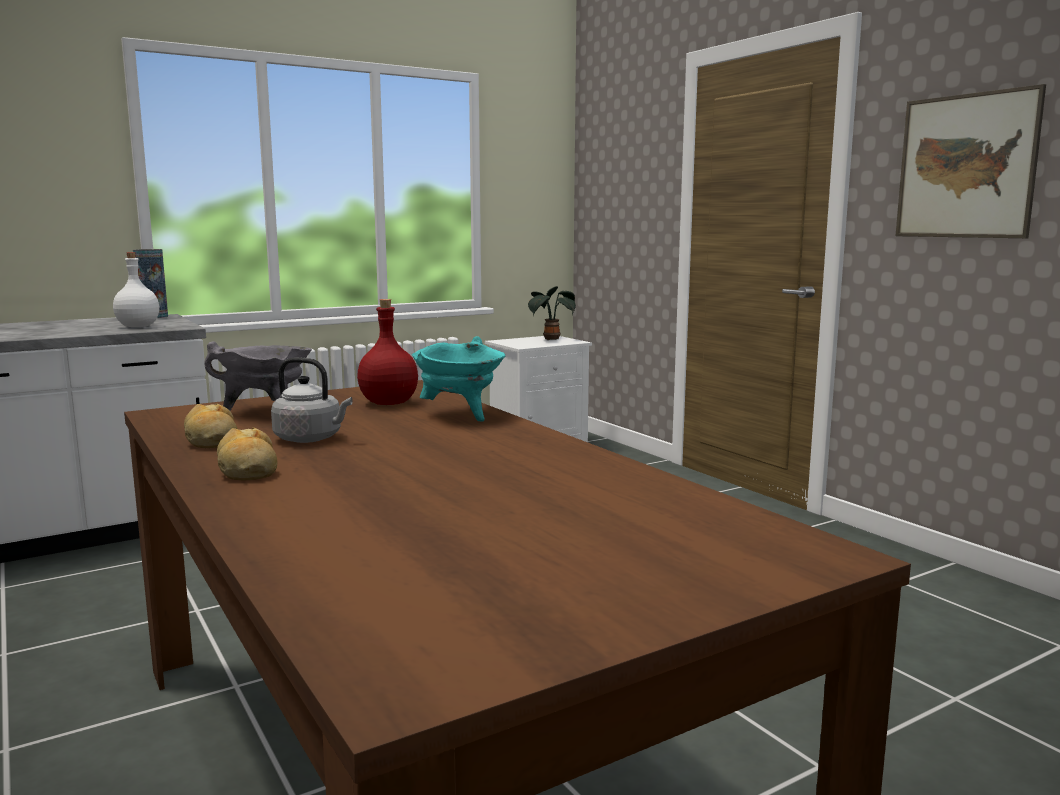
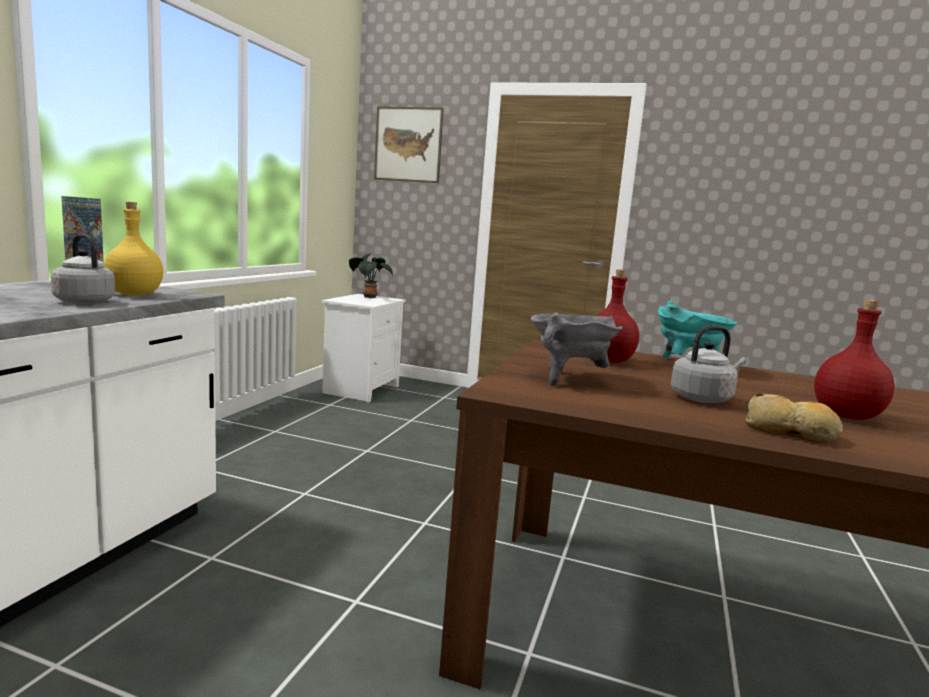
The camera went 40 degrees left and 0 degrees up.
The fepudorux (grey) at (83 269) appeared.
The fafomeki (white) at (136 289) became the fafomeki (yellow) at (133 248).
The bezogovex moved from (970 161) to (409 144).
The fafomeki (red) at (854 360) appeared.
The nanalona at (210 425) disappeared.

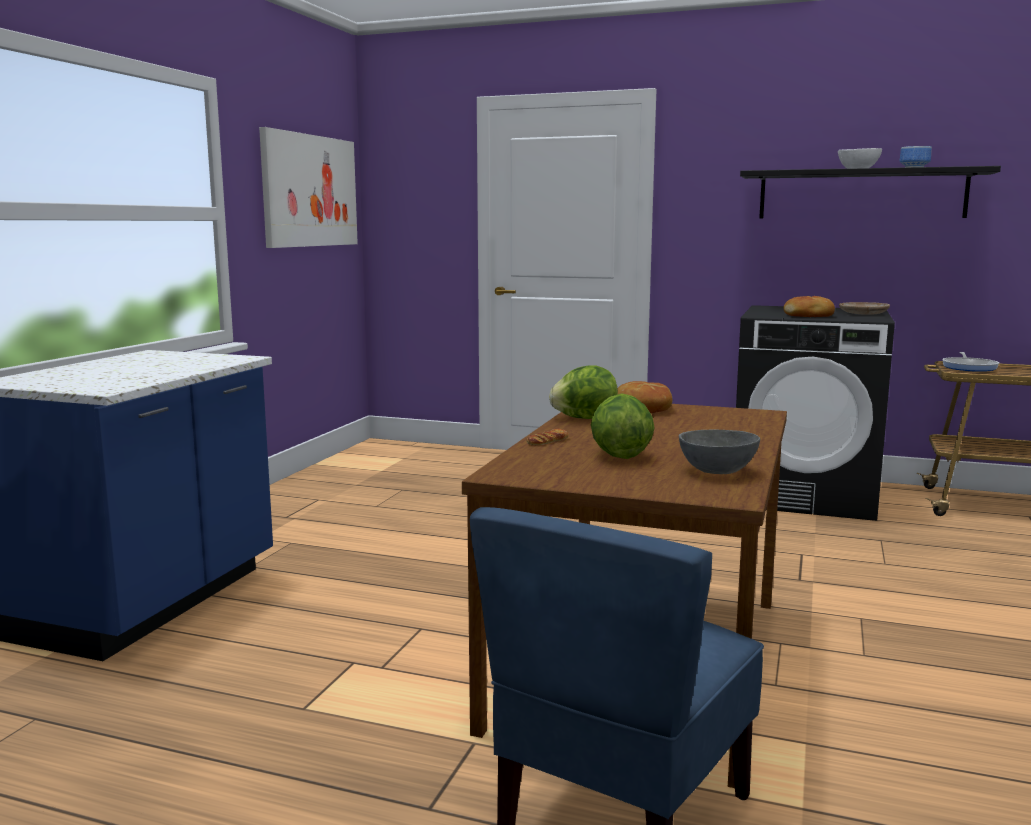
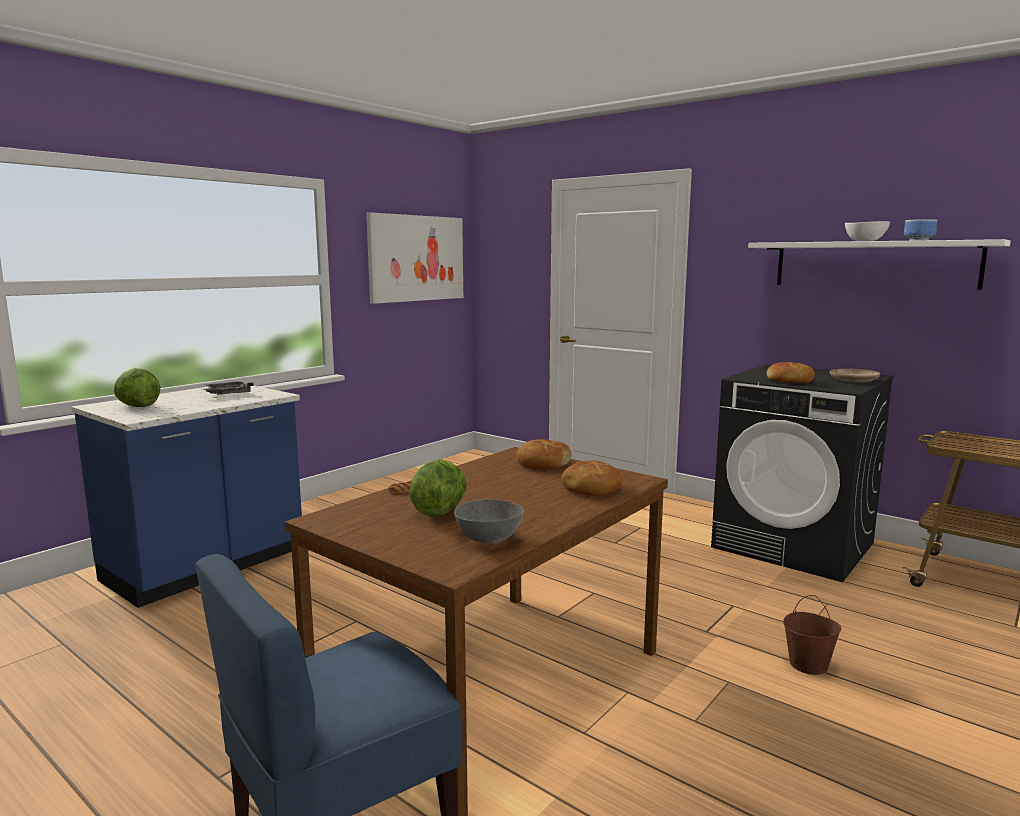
The camera went 20 degrees right and 0 degrees up.
The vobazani moved from (583 392) to (136 387).
The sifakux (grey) at (227 388) appeared.
The nanalona at (592 478) appeared.
The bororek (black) at (870 192) became the bororek (white) at (879 264).
The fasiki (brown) at (812 635) appeared.
The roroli at (970 362) disappeared.

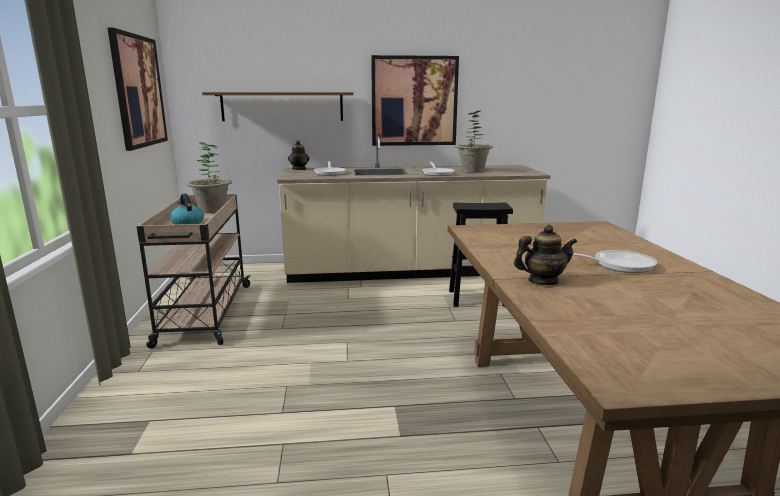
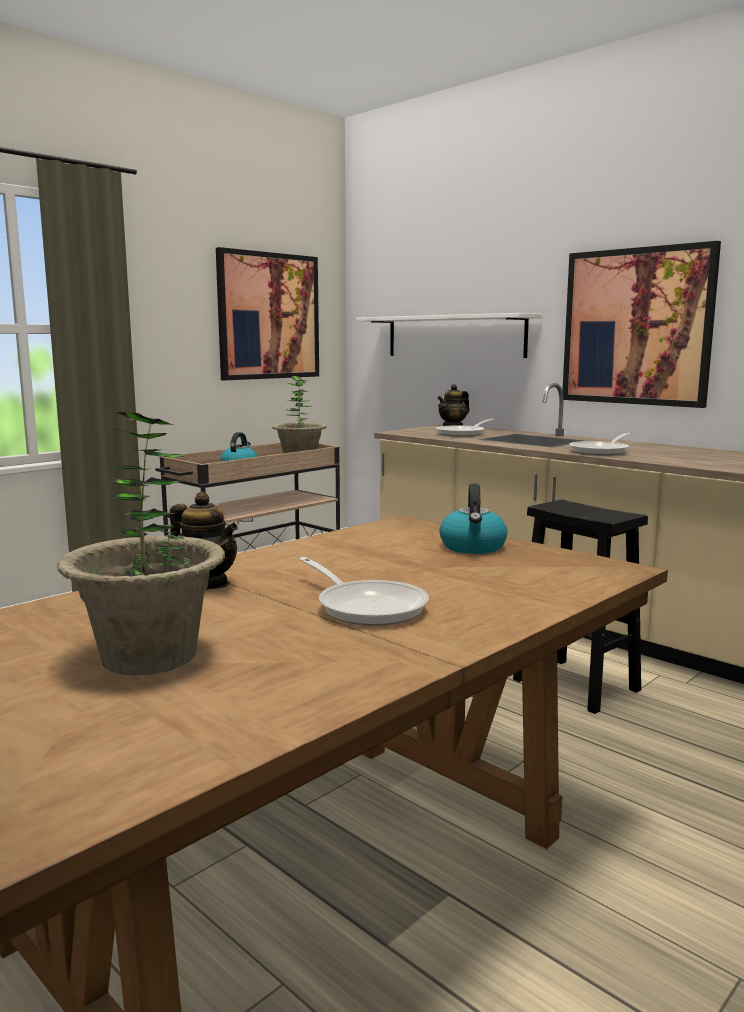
The camera went 50 degrees right and 5 degrees down.
The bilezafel moved from (474 142) to (141 543).
The bororek (brown) at (278 106) became the bororek (white) at (449 335).
The fepudorux at (473 519) appeared.

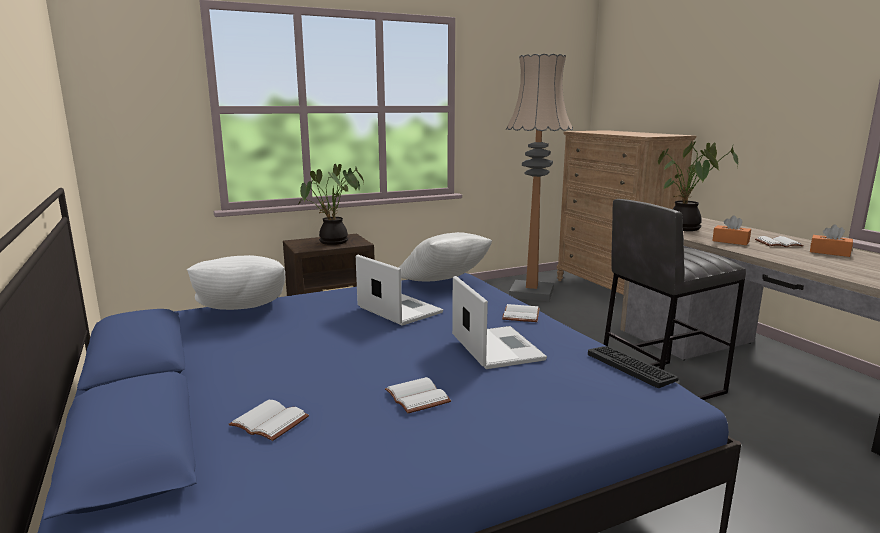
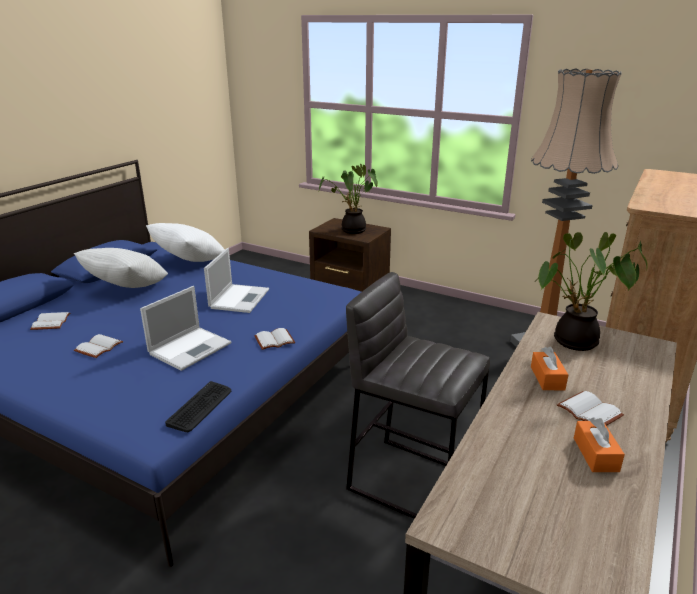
The camera went 55 degrees right and 10 degrees up.
The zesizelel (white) moved from (445 256) to (121 268).

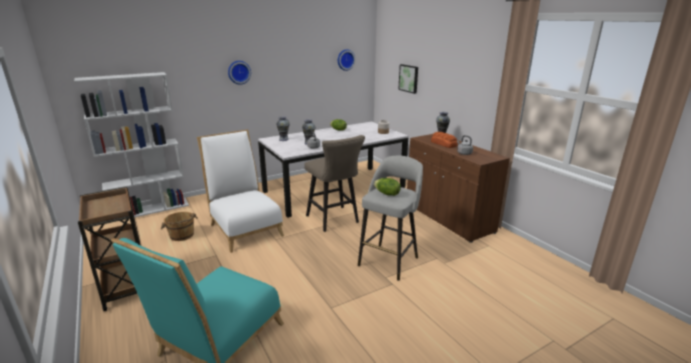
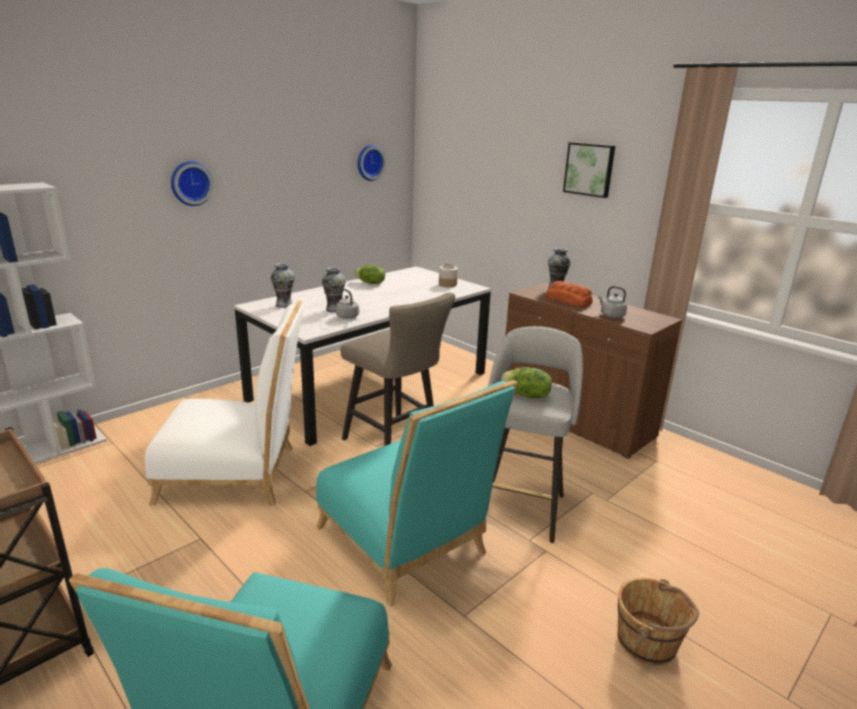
The camera went 15 degrees left and 0 degrees up.
The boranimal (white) at (240 191) turned 135 degrees clockwise.
The boranimal (turquoise) at (417 493) appeared.
The bezogovex moved from (408 79) to (589 170).
The fasiki (brown) moved from (179 226) to (658 621).

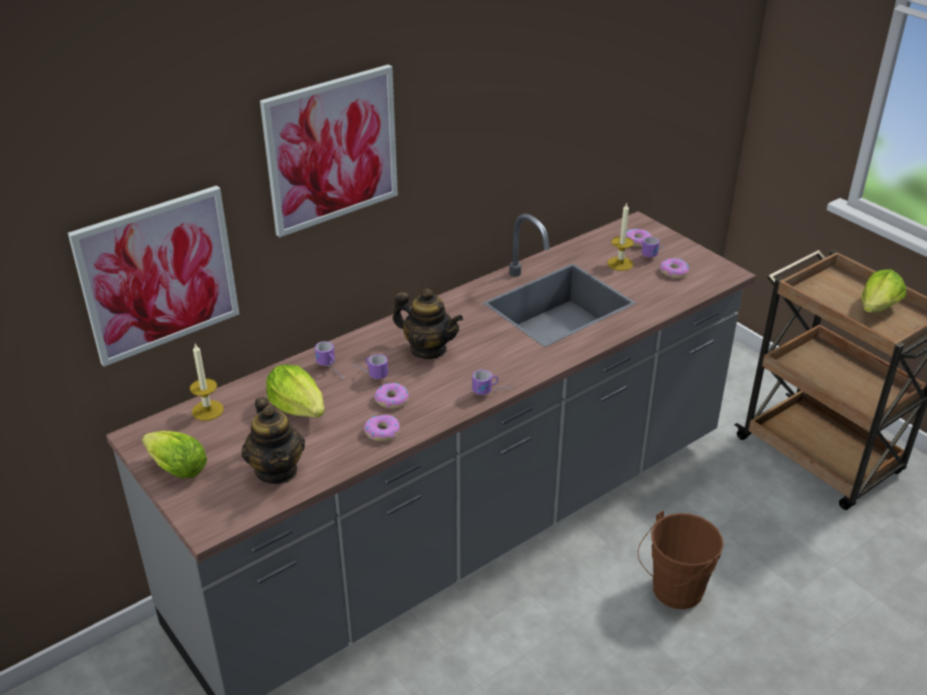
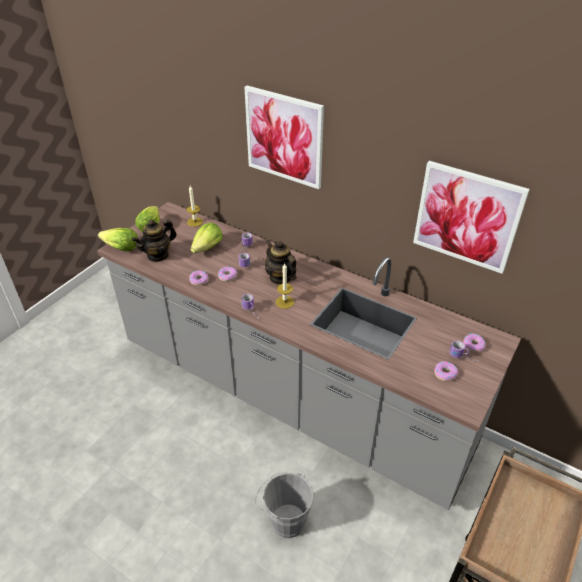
The camera went 70 degrees right and 5 degrees up.
The vobazani moved from (884 291) to (118 239).
The fasiki (brown) at (681 559) became the fasiki (grey) at (284 504).
The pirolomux at (428 324) turned 135 degrees clockwise.
The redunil moved from (620 236) to (285 286).
The bezogovex moved from (153 276) to (471 217).

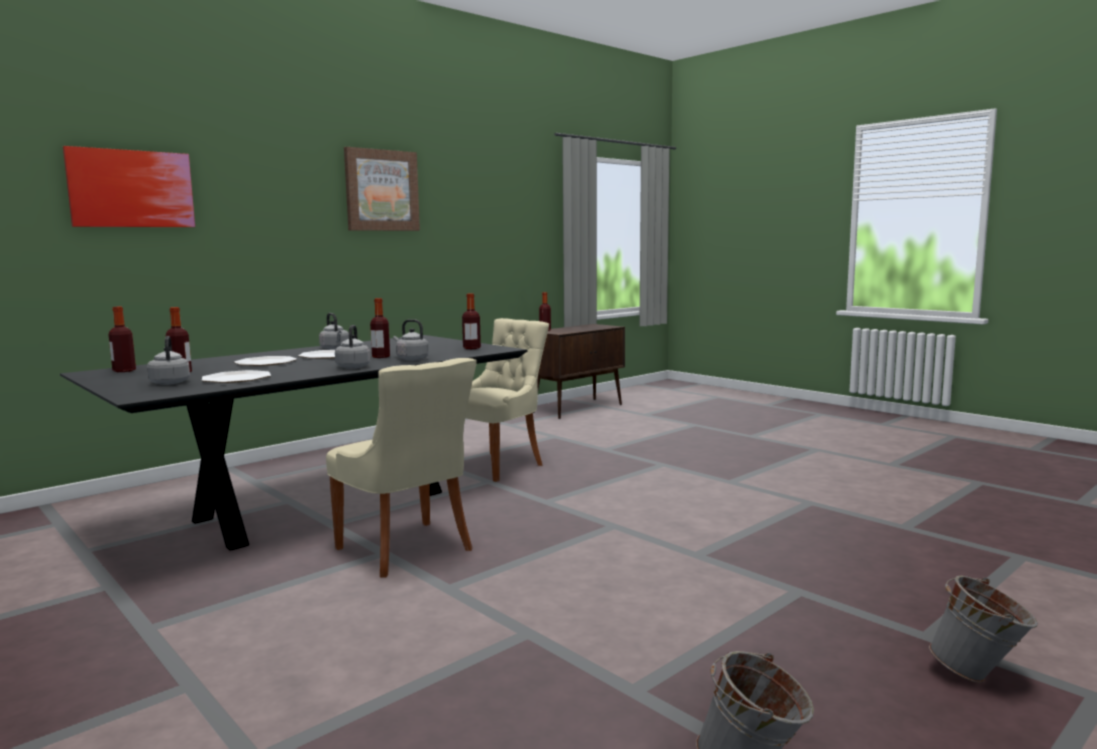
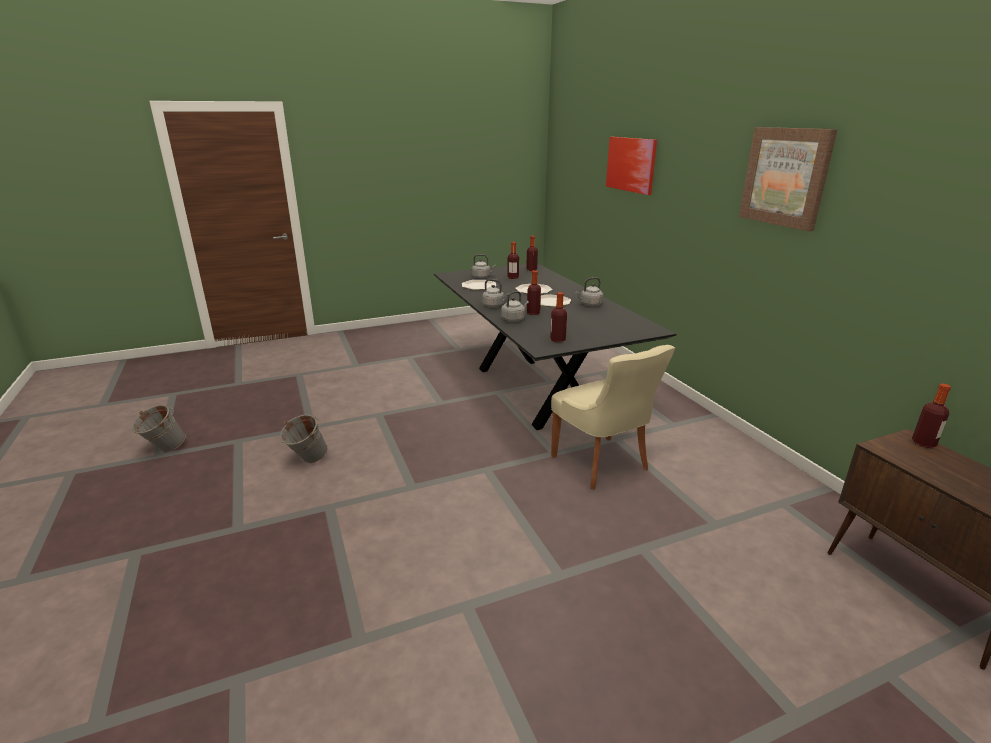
The camera went 110 degrees right and 15 degrees up.
The fasiki (grey) moved from (983 629) to (304 439).
The boranimal (beige) at (401 468) disappeared.

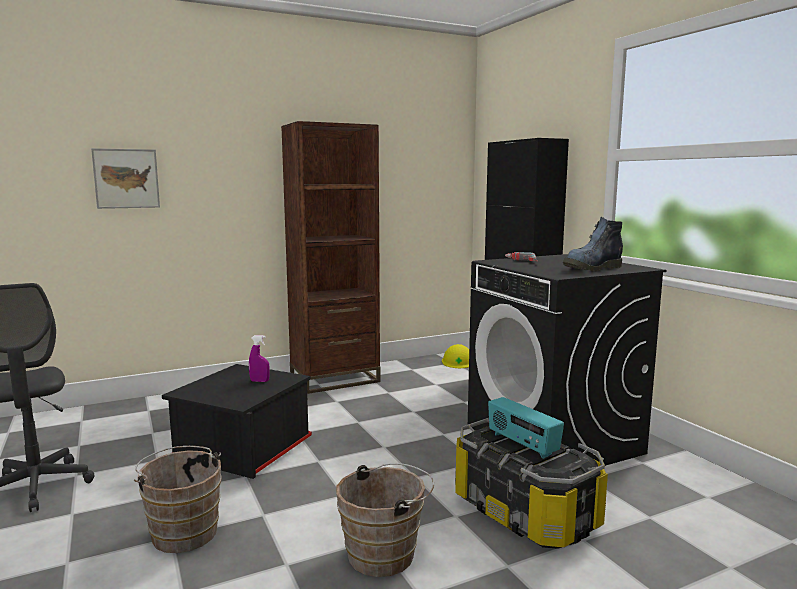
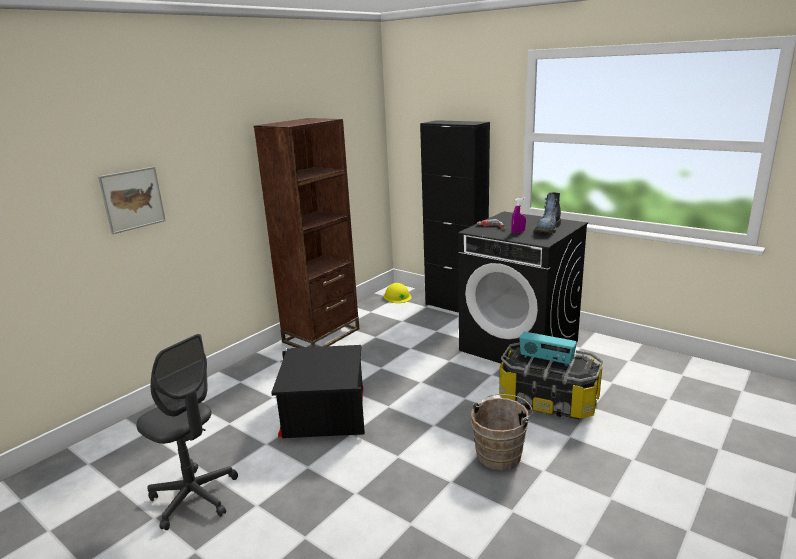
The camera went 25 degrees left and 10 degrees up.
The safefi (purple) moved from (259 358) to (518 215).
The fasiki (brown) at (177 499) disappeared.

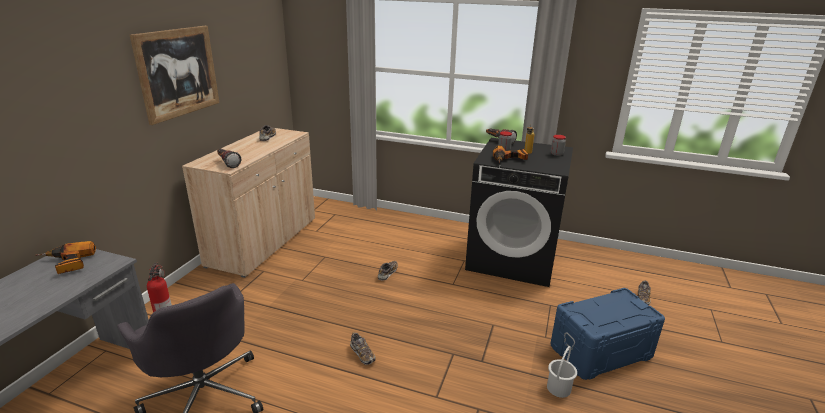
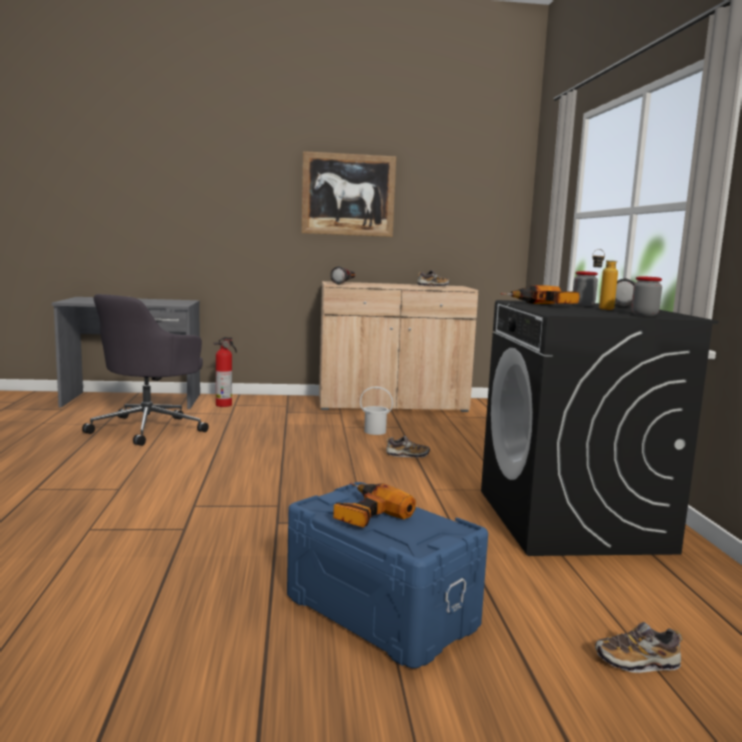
The camera went 65 degrees right and 15 degrees down.
The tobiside moved from (65 257) to (374 505).
The fasiki (white) moved from (562 372) to (376 410).
The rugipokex at (363 348) disappeared.

